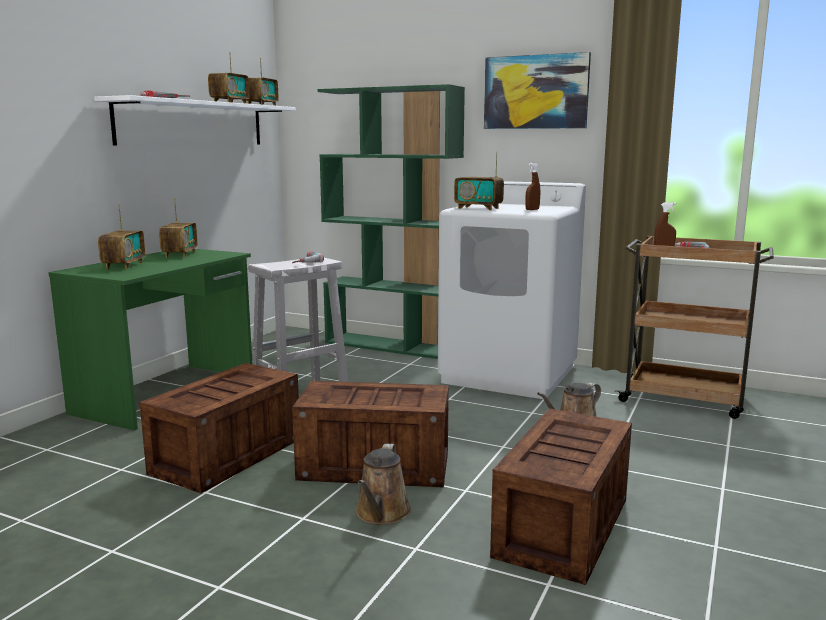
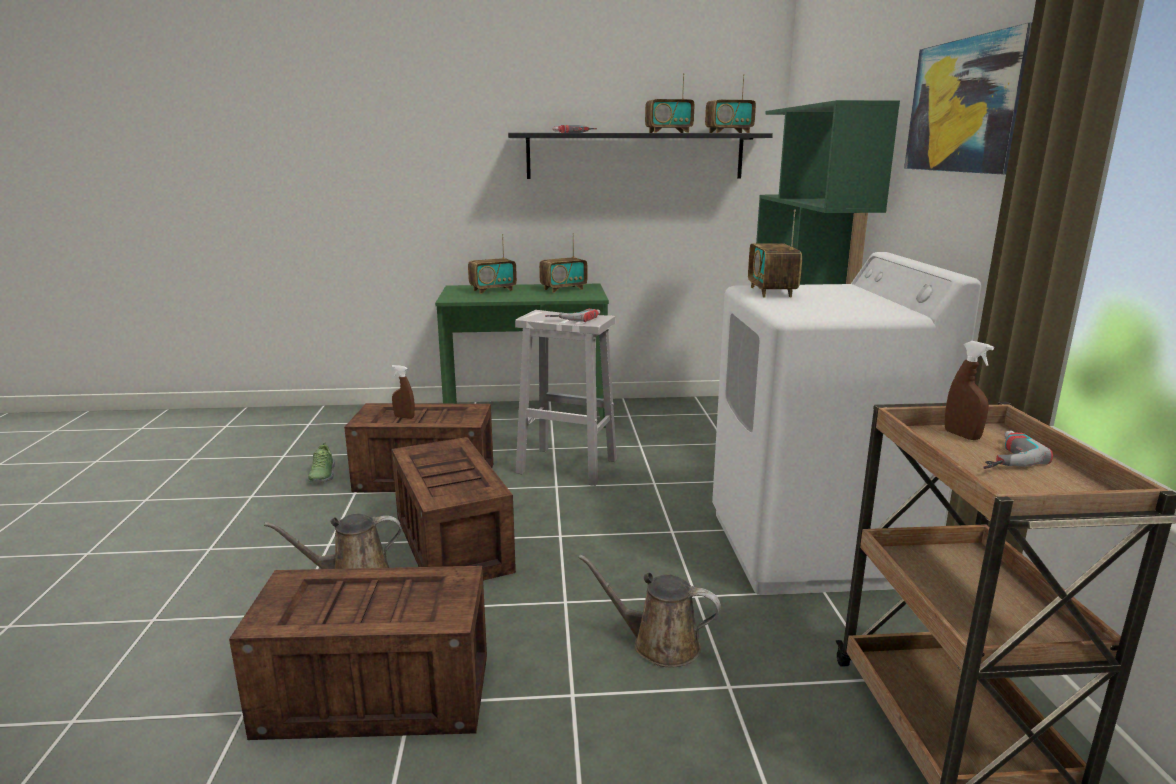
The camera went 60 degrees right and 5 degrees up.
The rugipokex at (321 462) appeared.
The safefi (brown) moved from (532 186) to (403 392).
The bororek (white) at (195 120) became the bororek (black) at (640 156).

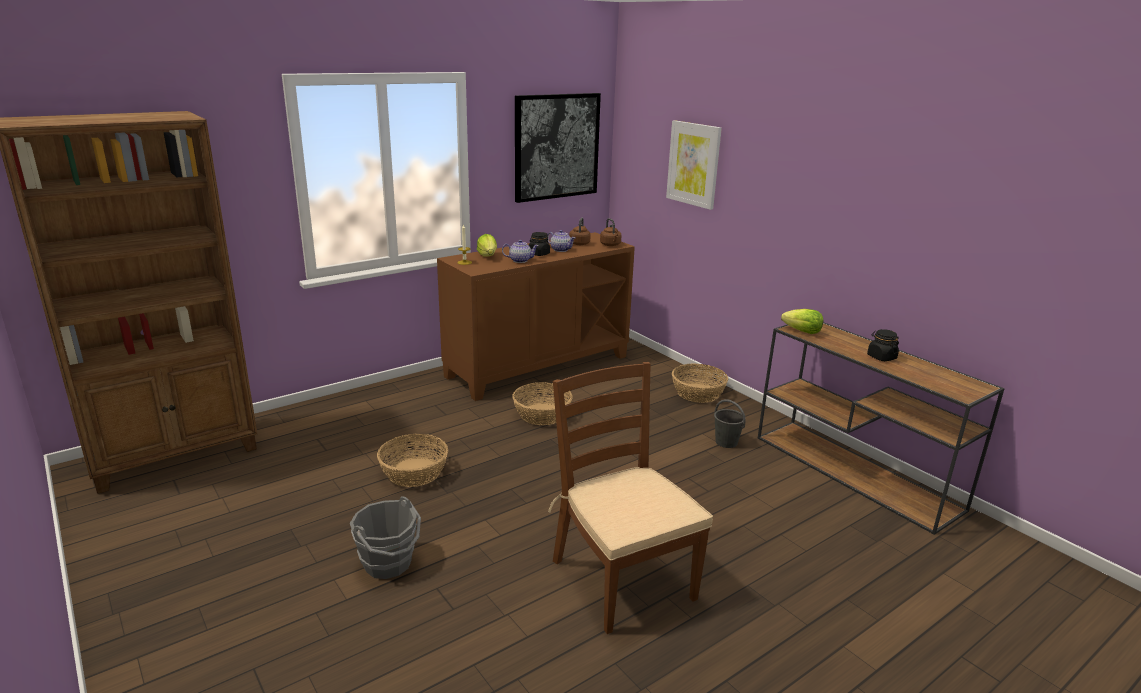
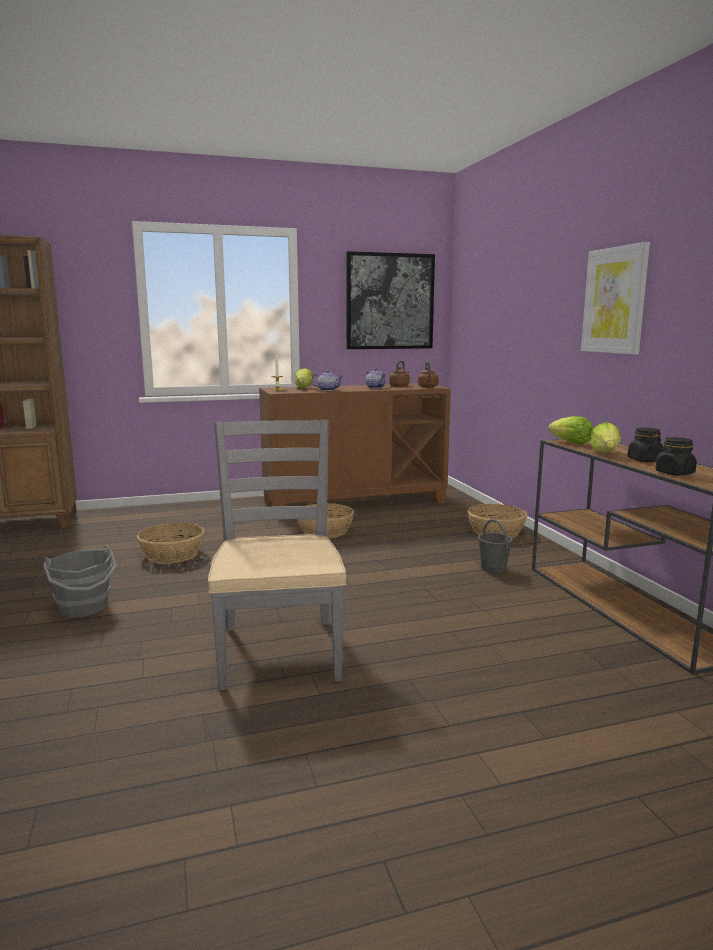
The camera went 20 degrees right and 10 degrees down.
The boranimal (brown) at (630 498) became the boranimal (grey) at (277 555).
The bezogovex moved from (694 165) to (615 298).
The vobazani at (605 437) appeared.
The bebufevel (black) moved from (539 244) to (676 456).

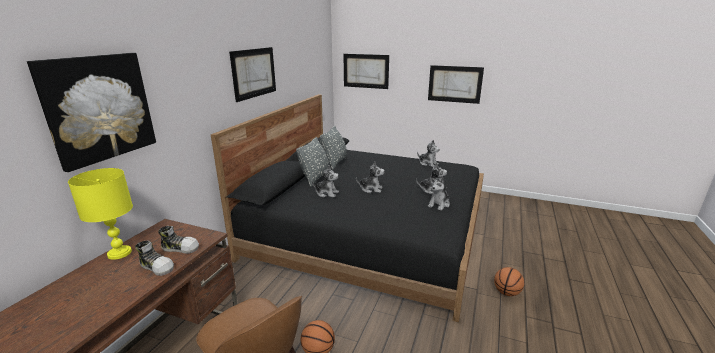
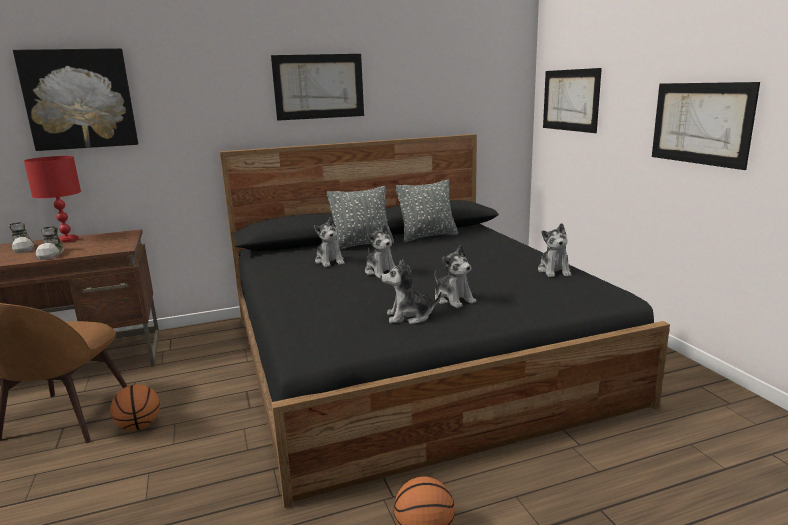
The camera went 50 degrees right and 5 degrees down.
The rugipokex moved from (178 240) to (21 237).
The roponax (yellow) at (100 214) became the roponax (red) at (52 199).

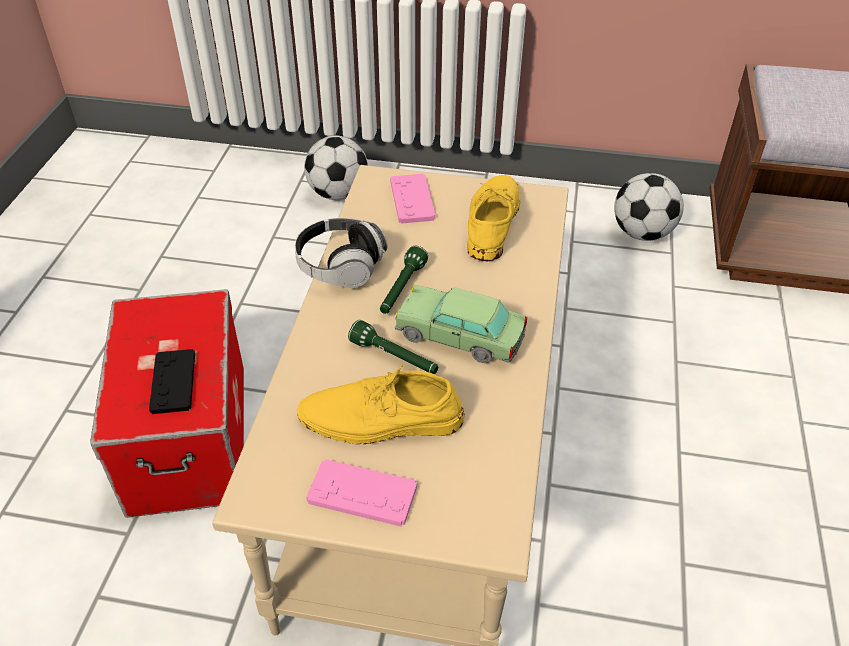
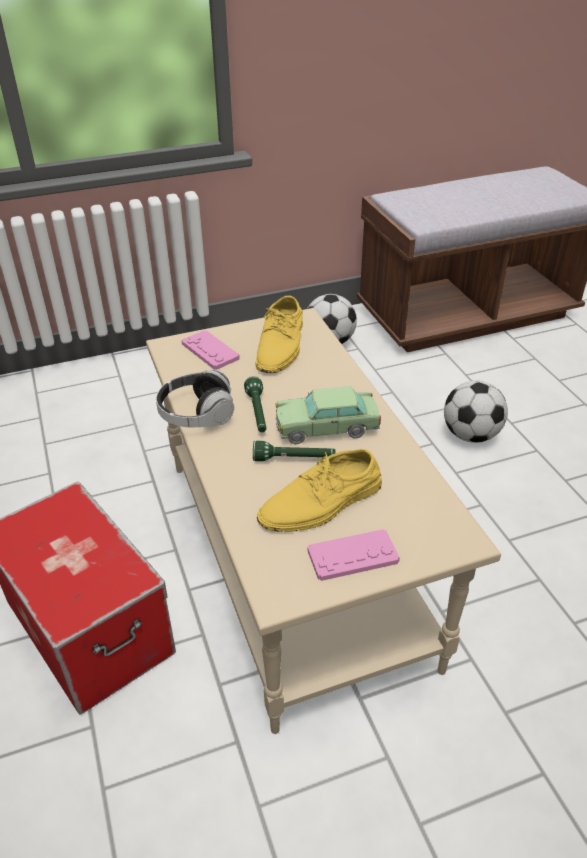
The camera went 30 degrees left and 5 degrees down.
The rugipokex (yellow) at (493 218) turned 150 degrees counterclockwise.
The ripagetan moved from (336 167) to (476 412).
The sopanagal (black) at (172 381) disappeared.

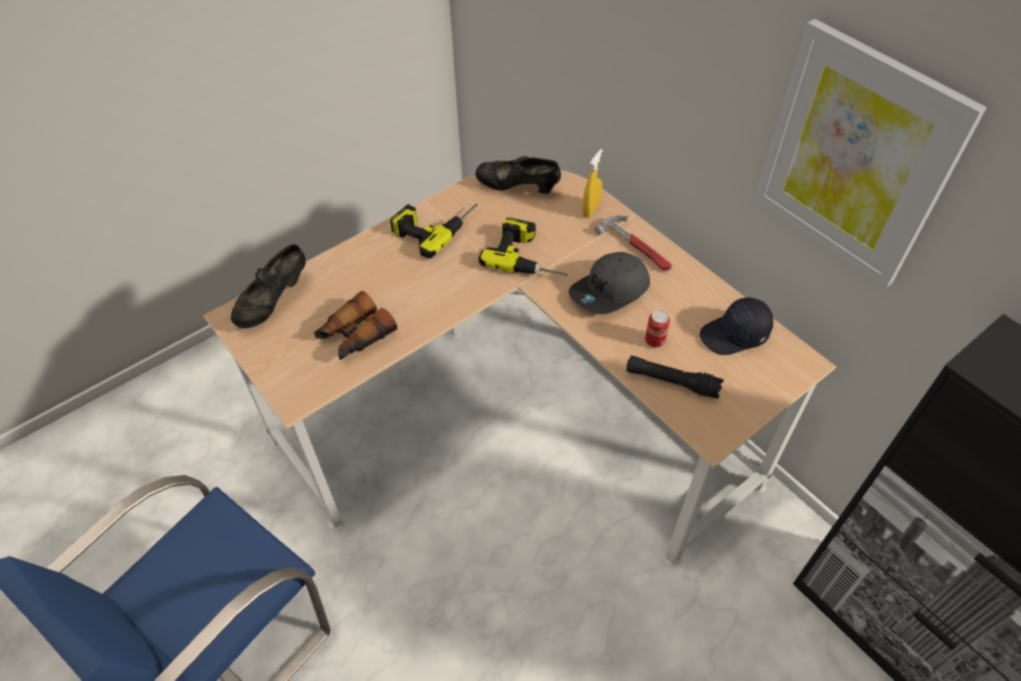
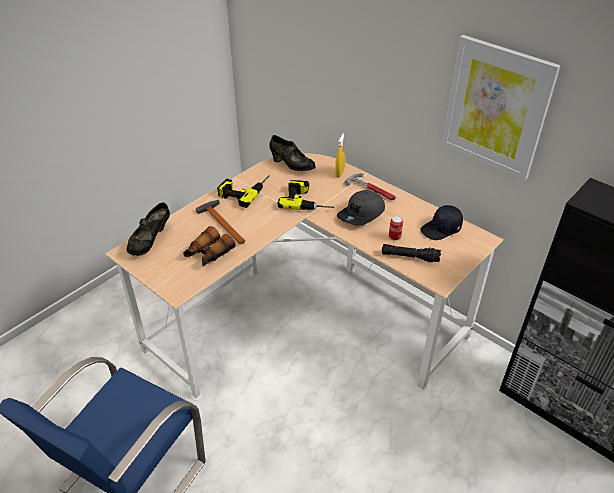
The camera went 10 degrees left and 10 degrees down.
The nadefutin at (220 222) appeared.
The rugipokex (black) at (518 175) turned 150 degrees counterclockwise.

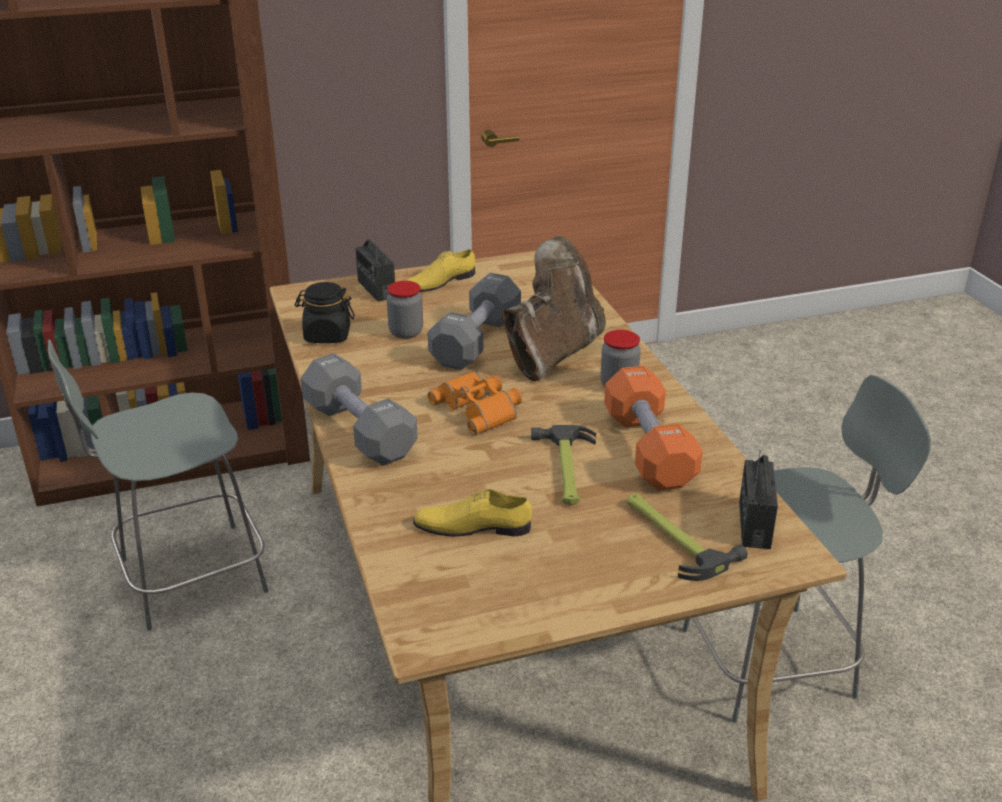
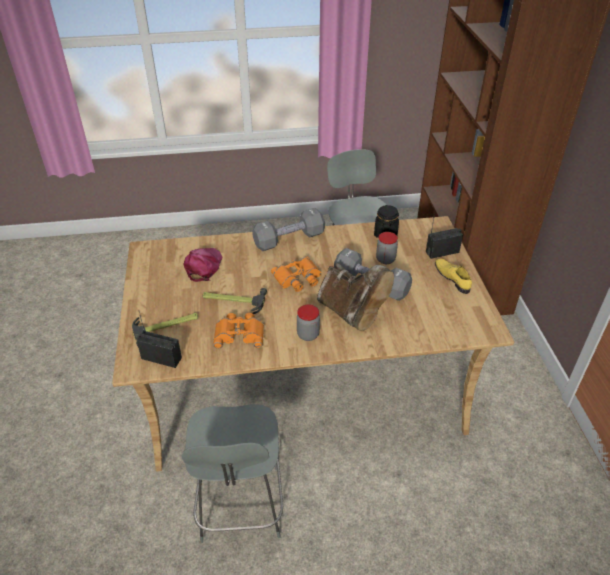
The camera went 100 degrees right and 10 degrees up.
The rugipokex (yellow) at (472 513) was replaced by the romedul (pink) at (202 265).
The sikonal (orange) at (653 428) was replaced by the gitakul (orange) at (238 331).

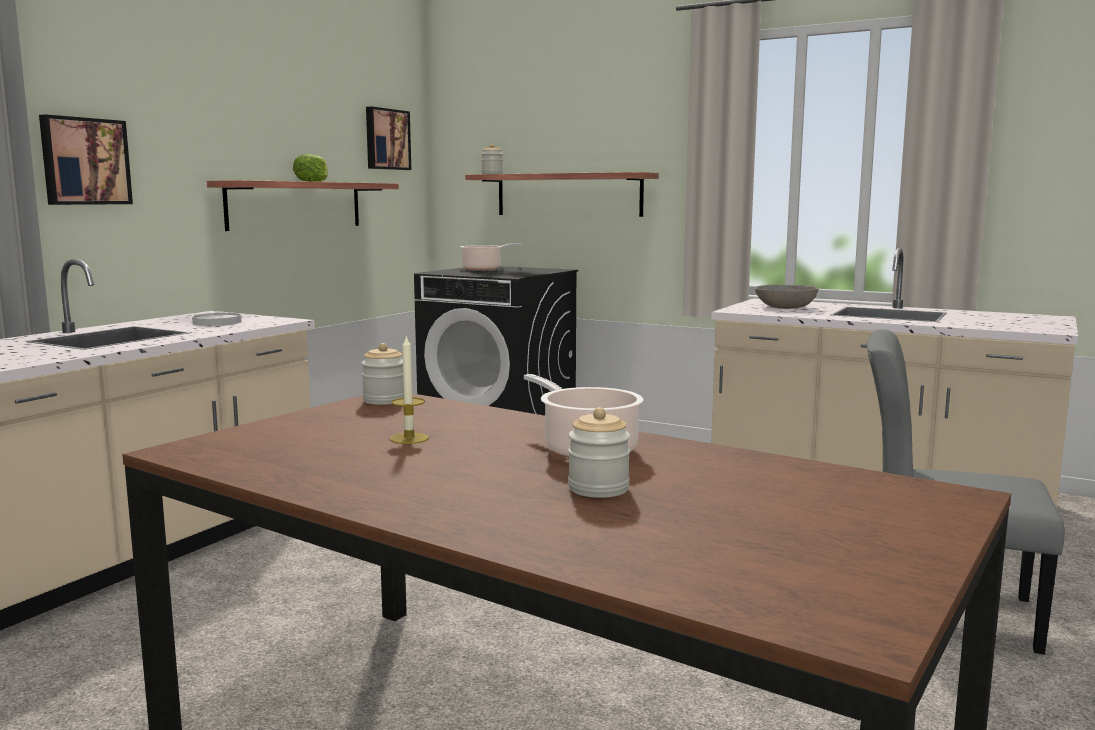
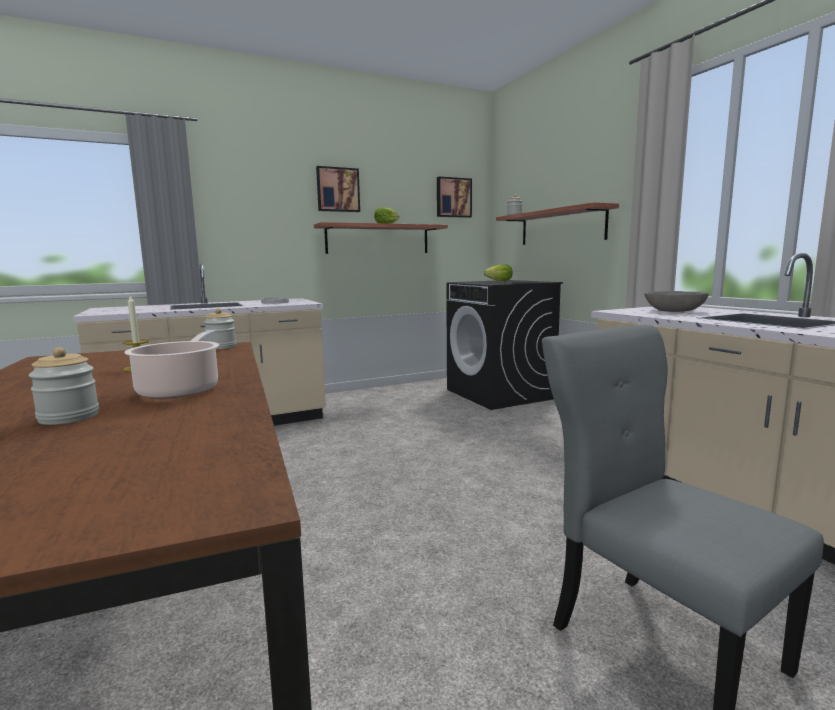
The camera went 35 degrees right and 0 degrees up.
The bezogovex moved from (86 159) to (338 189).
The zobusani at (490 256) was replaced by the vobazani at (498 272).

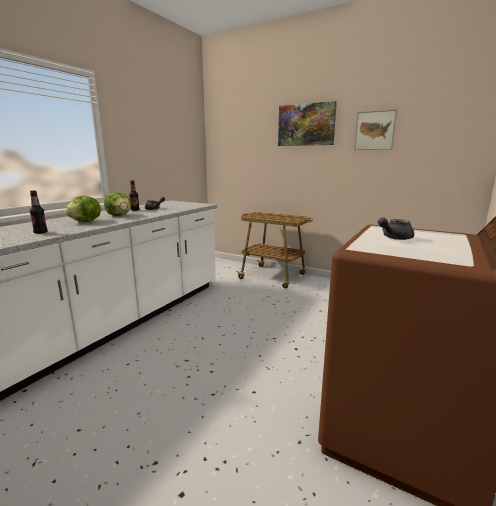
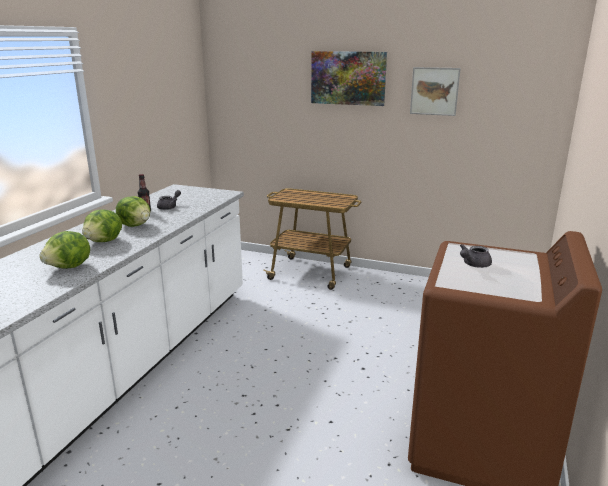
The camera went 10 degrees left and 5 degrees up.
The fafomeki at (38 212) was replaced by the vobazani at (65 250).

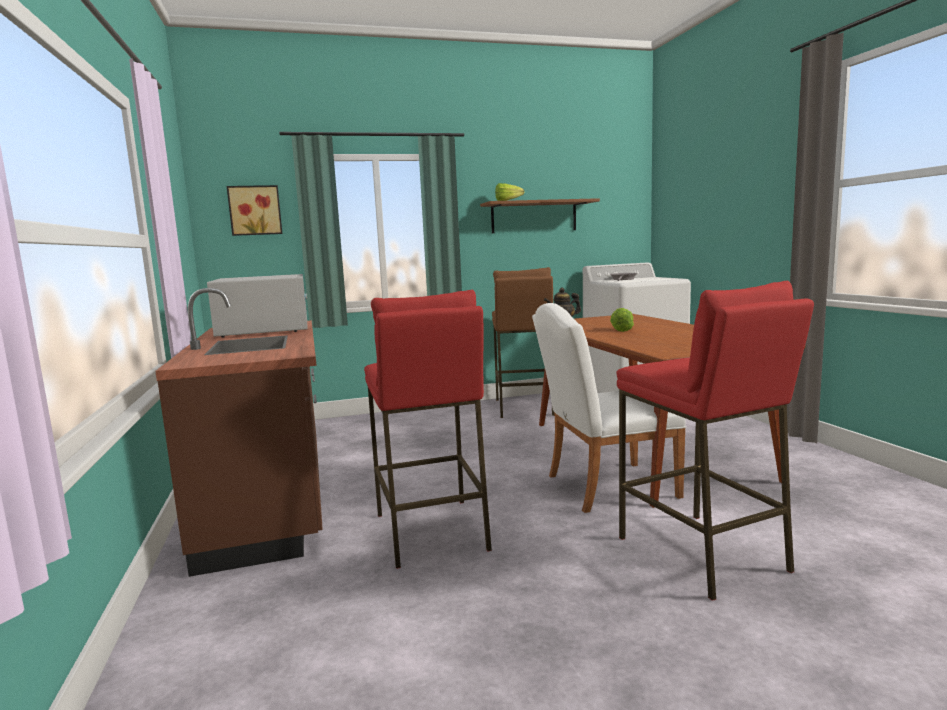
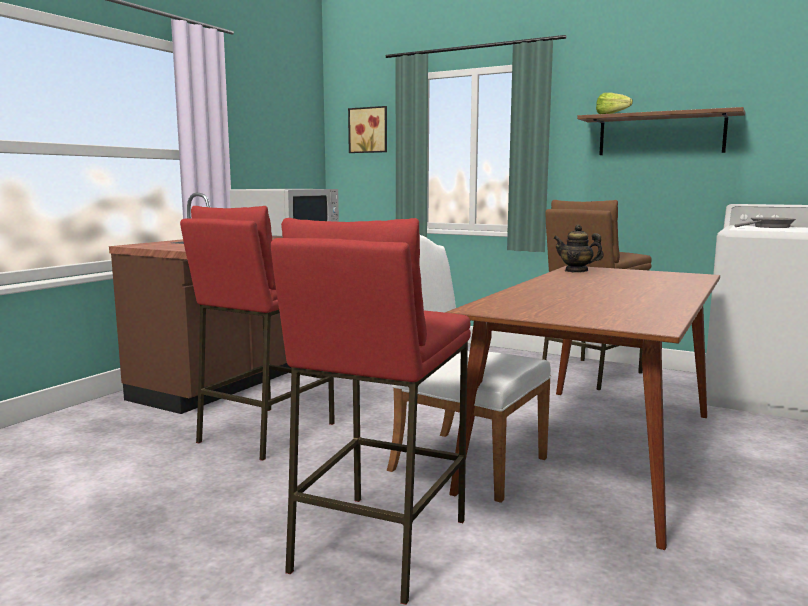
The camera went 45 degrees right and 0 degrees up.
The vobazani at (622 320) disappeared.

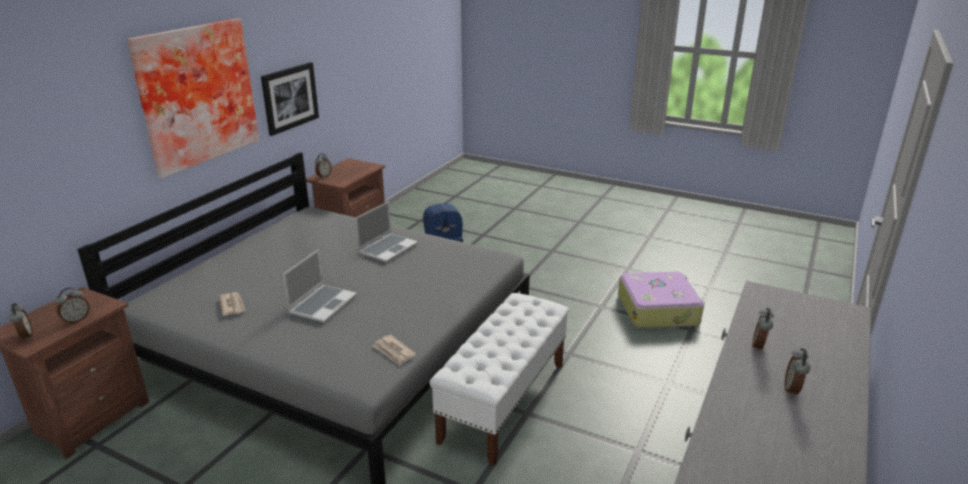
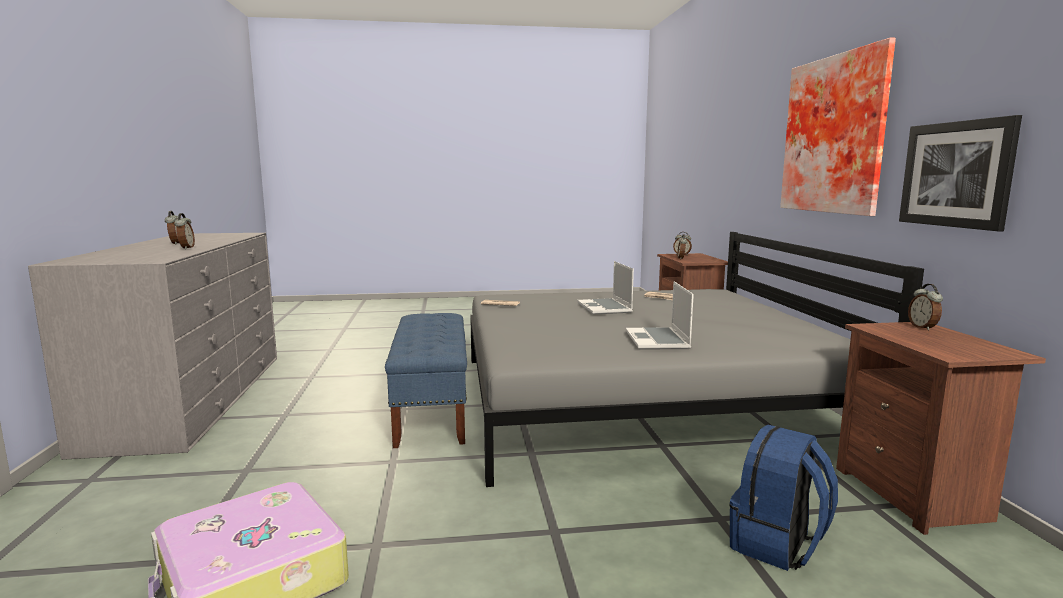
The camera went 145 degrees right and 15 degrees down.
The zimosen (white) at (499 379) became the zimosen (blue) at (426 380).

